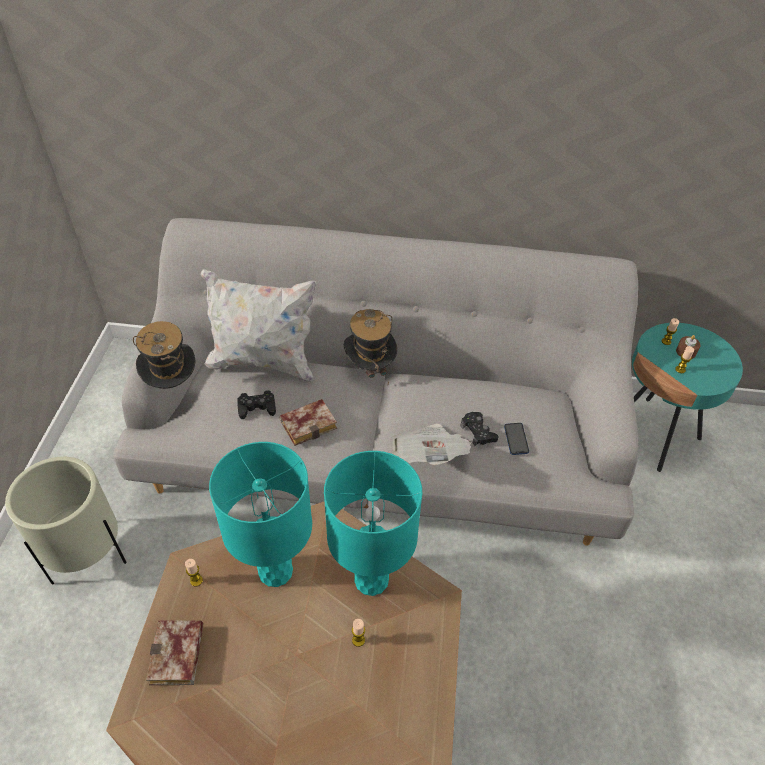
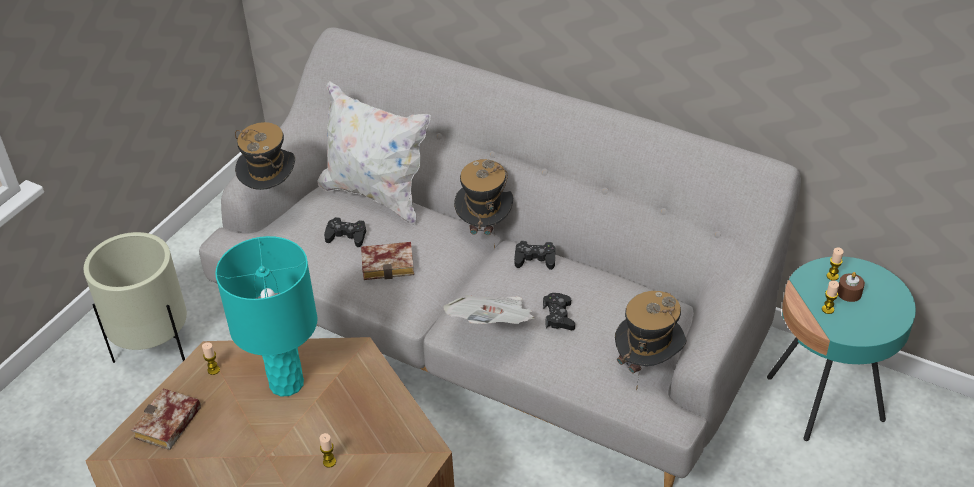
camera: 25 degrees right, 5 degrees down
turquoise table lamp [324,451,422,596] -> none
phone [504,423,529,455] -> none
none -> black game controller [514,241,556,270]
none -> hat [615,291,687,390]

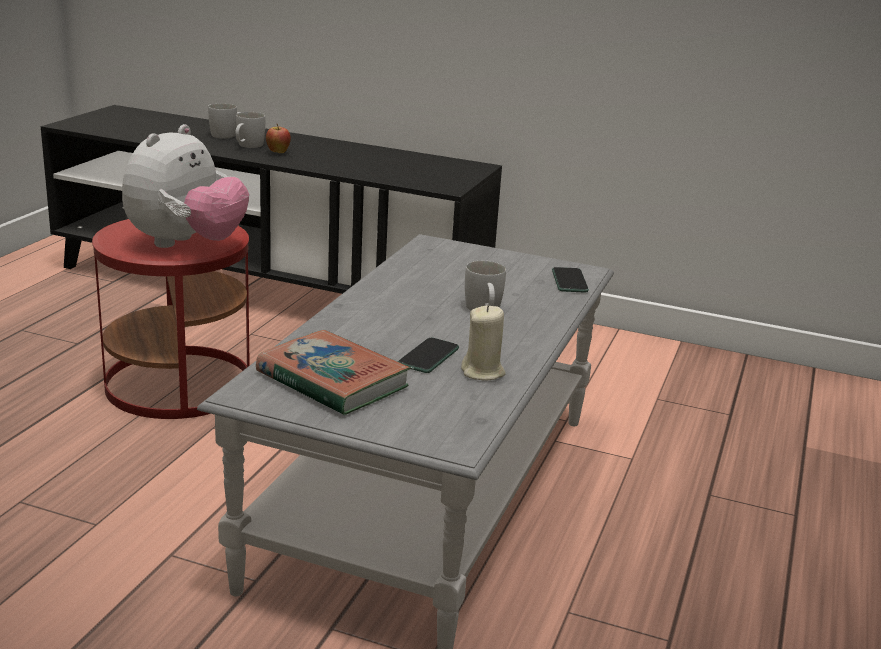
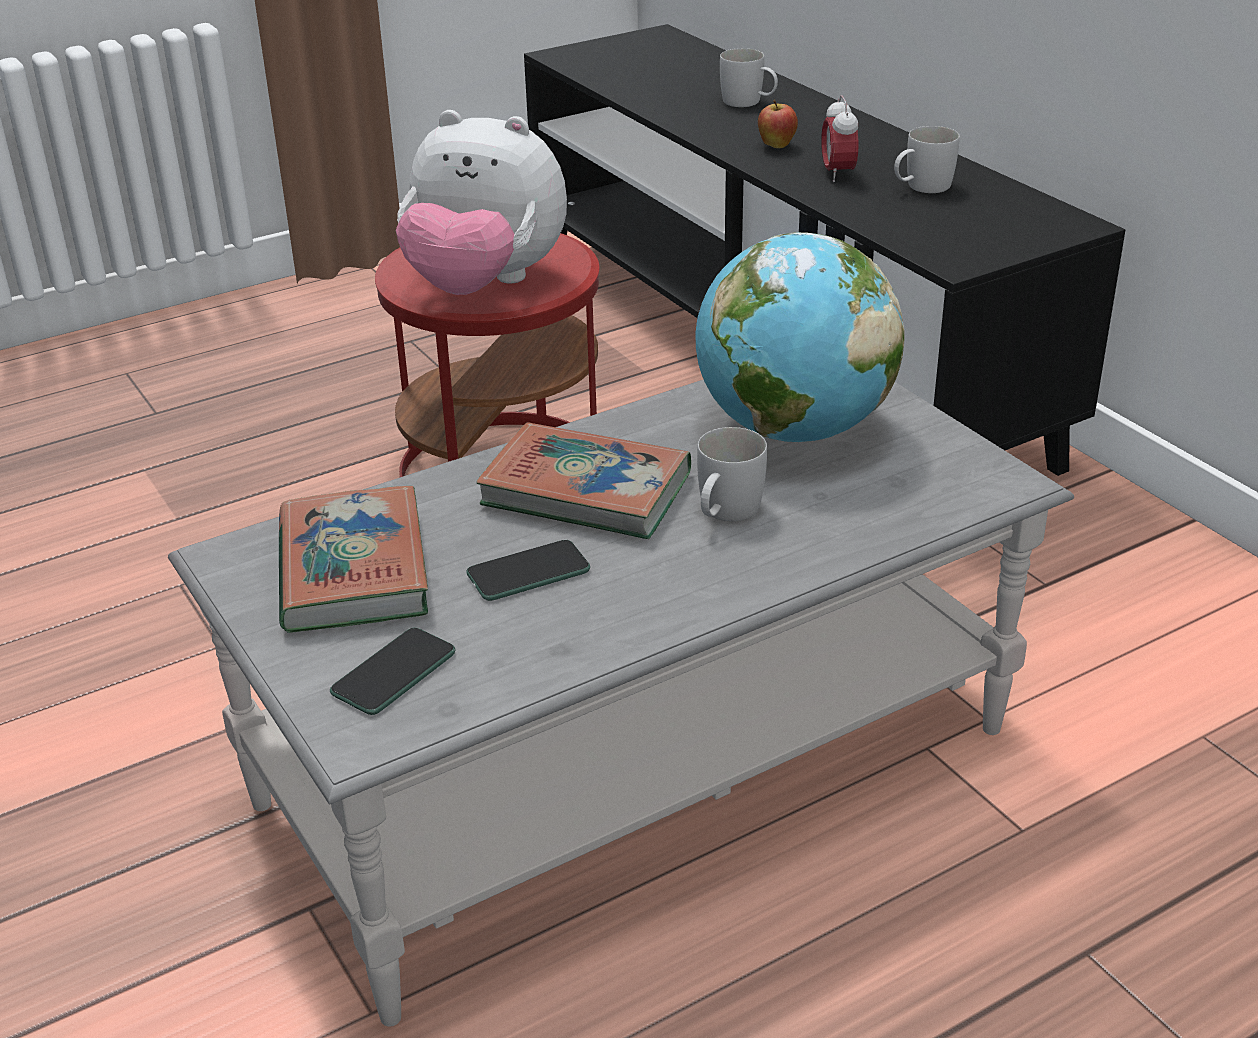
camera: 40 degrees right, 10 degrees up
plush toy [122,124,249,248] -> plush toy [396,110,567,295], 45 degrees clockwise
white mug [235,112,265,148] -> white mug [894,126,960,193], relocated
beige candle [461,305,506,381] -> none
phone [552,267,589,293] -> phone [330,628,456,715], relocated
none -> book [476,422,691,539]
none -> globe [695,232,905,442]
none -> alarm clock [821,95,859,182]

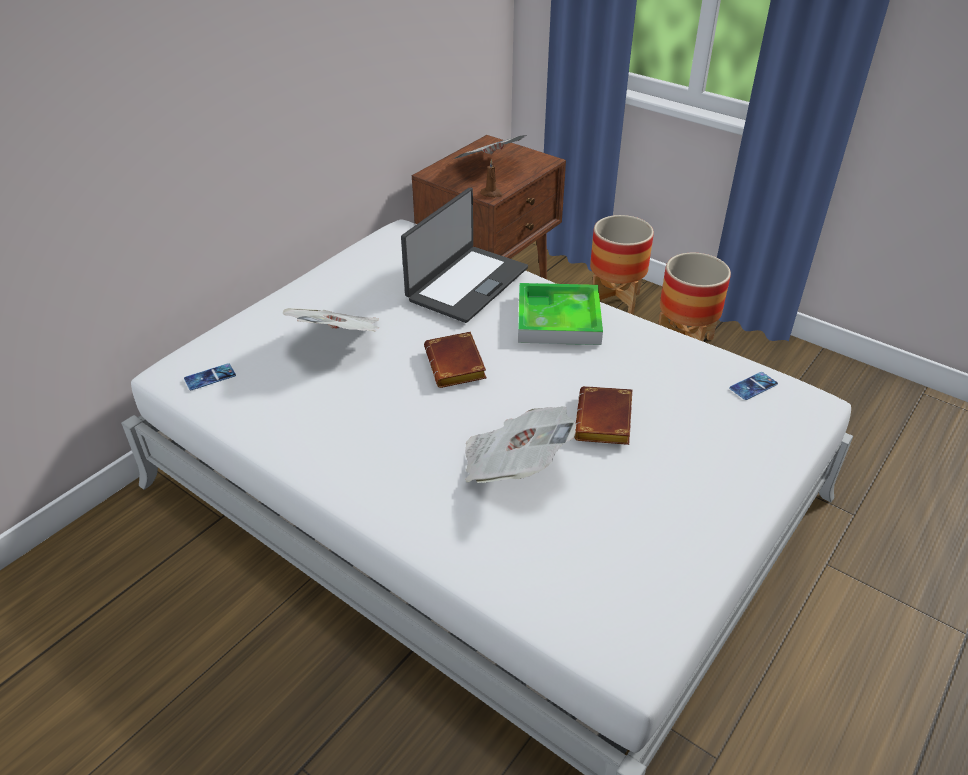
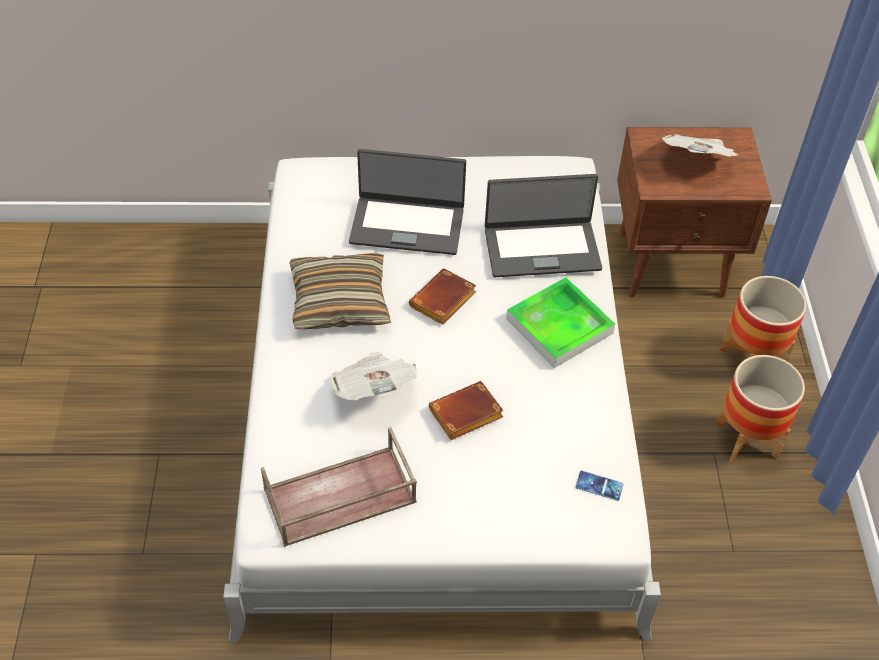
camera: 50 degrees right, 10 degrees up
phone [184,363,236,390] -> none
newspaper [283,308,380,332] -> laptop [349,149,466,255]
brown candle [481,159,503,198] -> none
none -> brown tray [261,427,417,547]
none -> pillow [289,253,391,329]

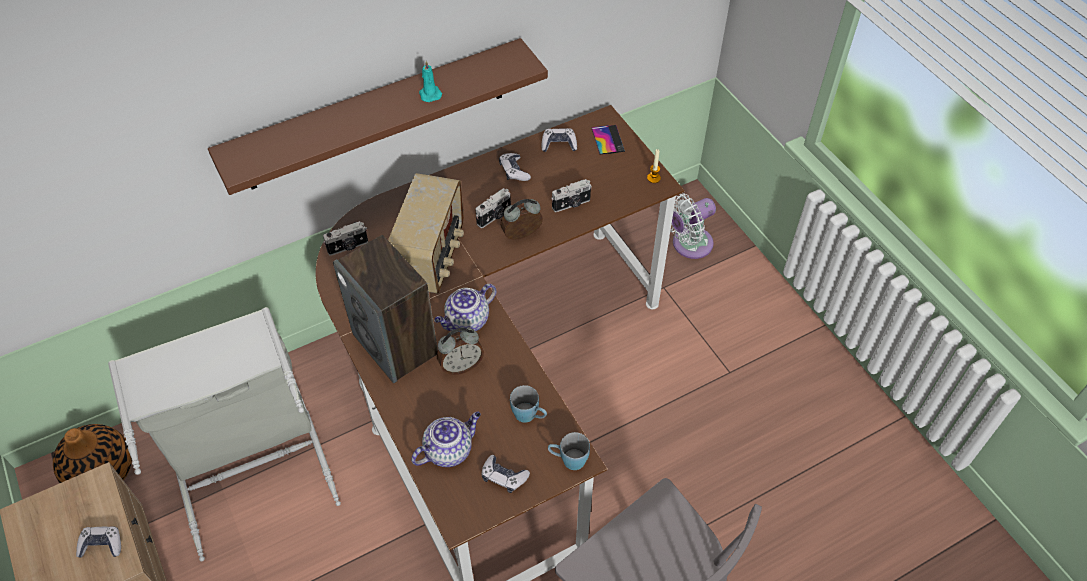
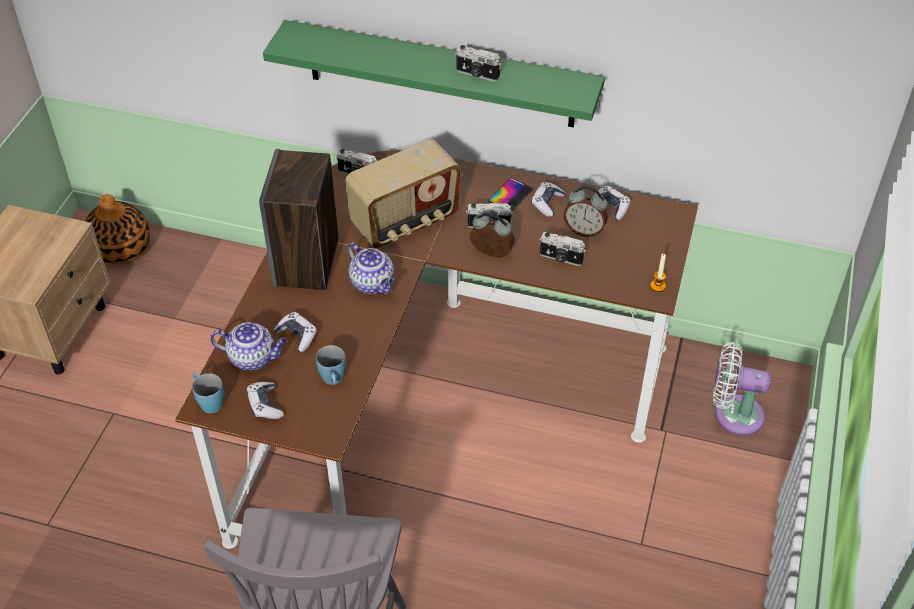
camera: 45 degrees right, 5 degrees down
game controller [76,526,121,558] -> game controller [274,312,317,352], relocated
grey laundry basket [108,307,341,561] -> none
brown shelf [208,38,548,195] -> green shelf [263,20,605,128]
turquoise candle [419,61,442,102] -> photo camera [456,45,501,82]
teapot [435,284,497,331] -> teapot [347,242,395,294], 135 degrees counterclockwise
alarm clock [437,328,484,375] -> alarm clock [564,186,608,237], relocated
blue mug [548,432,590,470] -> blue mug [192,372,224,413], relocated
phone [592,125,625,154] -> phone [488,177,534,212], relocated

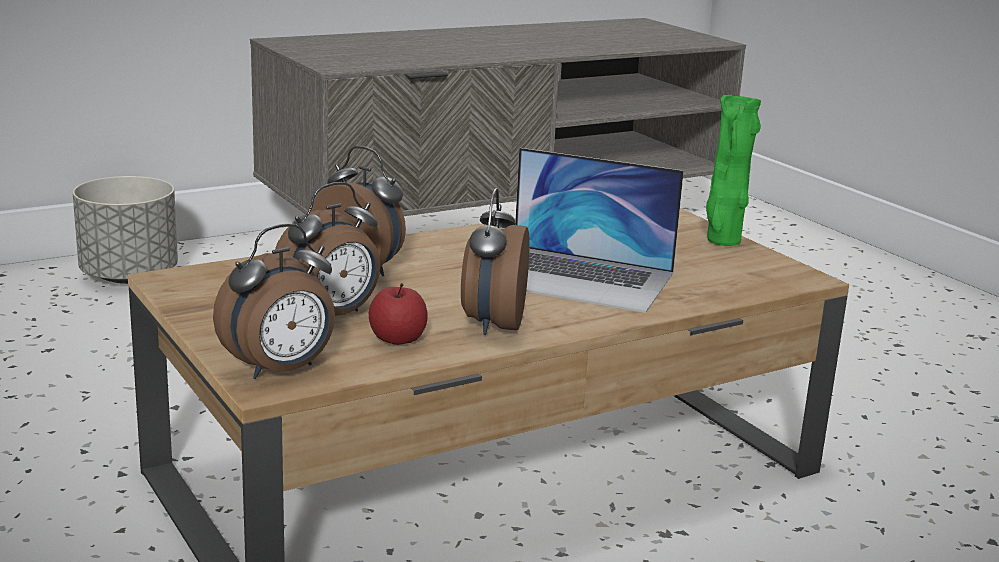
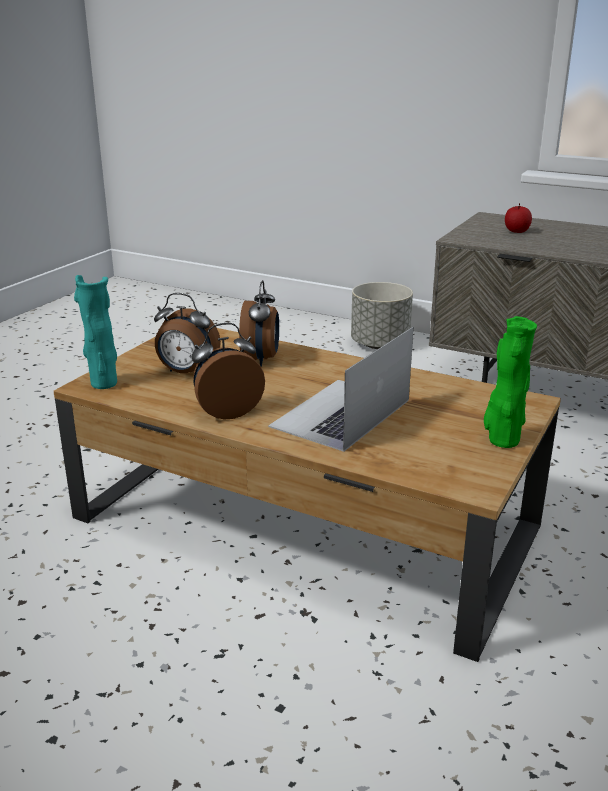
camera: 60 degrees right, 5 degrees up
alarm clock [213,224,335,379] -> turquoise vase [74,275,117,389]
apple [369,283,427,345] -> apple [505,203,532,233], relocated
laptop [515,148,684,313] -> laptop [268,327,413,452], 45 degrees clockwise

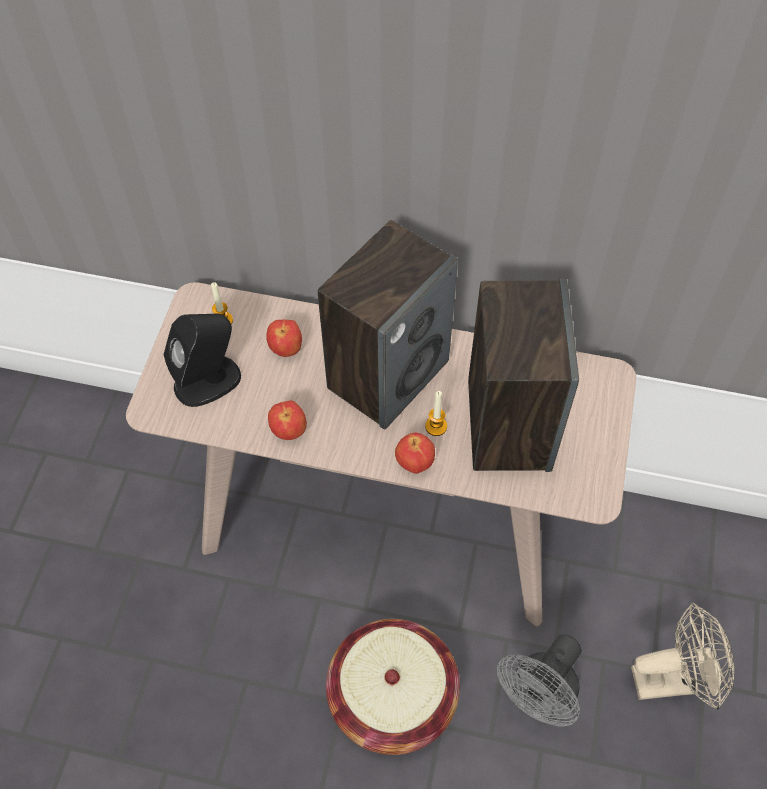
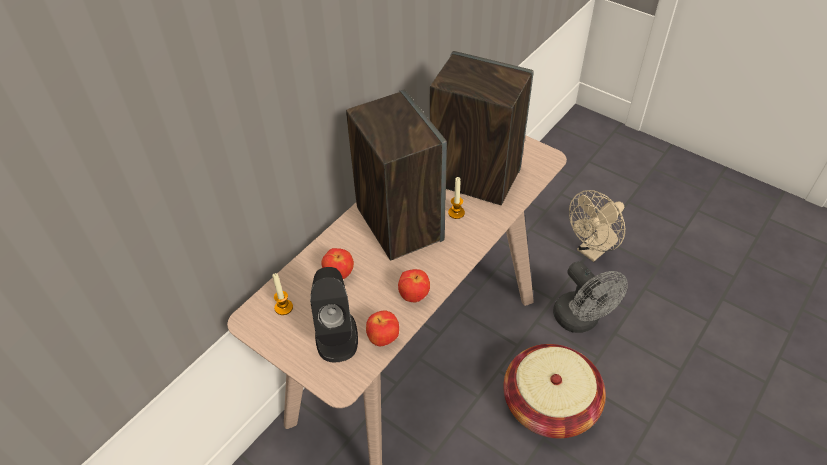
camera: 65 degrees left, 10 degrees down
apple [395,433,435,474] -> apple [366,310,399,346], relocated
beige fan [631,603,734,710] -> beige fan [569,190,625,262], 150 degrees counterclockwise

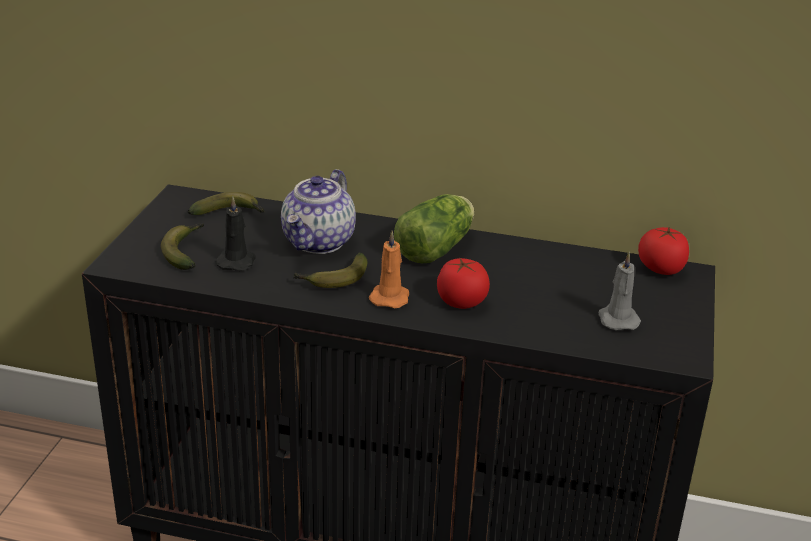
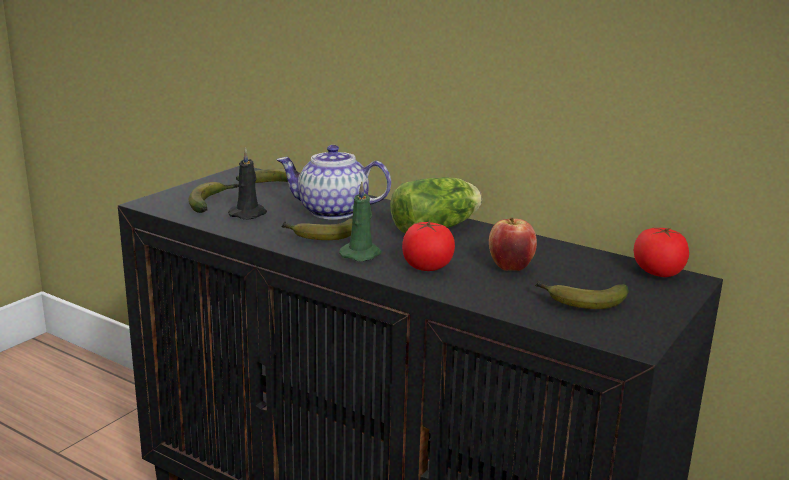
camera: 20 degrees right, 10 degrees down
teapot [281,169,356,254] -> teapot [276,145,391,220], 60 degrees clockwise
orange candle [369,231,409,308] -> green candle [339,182,382,261]
grey candle [599,252,641,330] -> banana [535,280,629,309]
none -> apple [489,217,537,271]

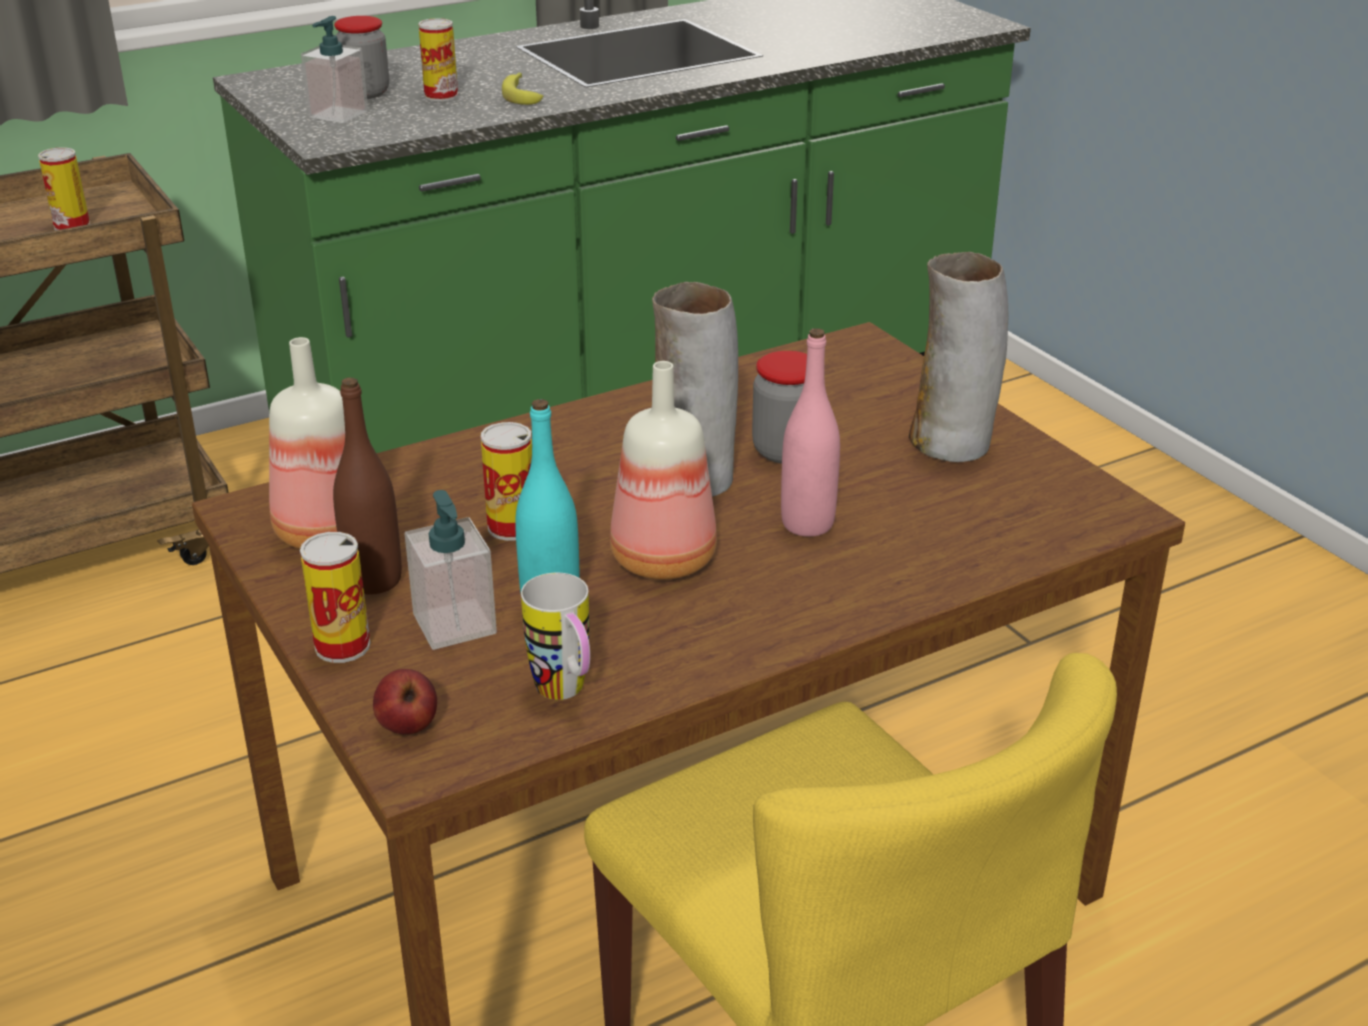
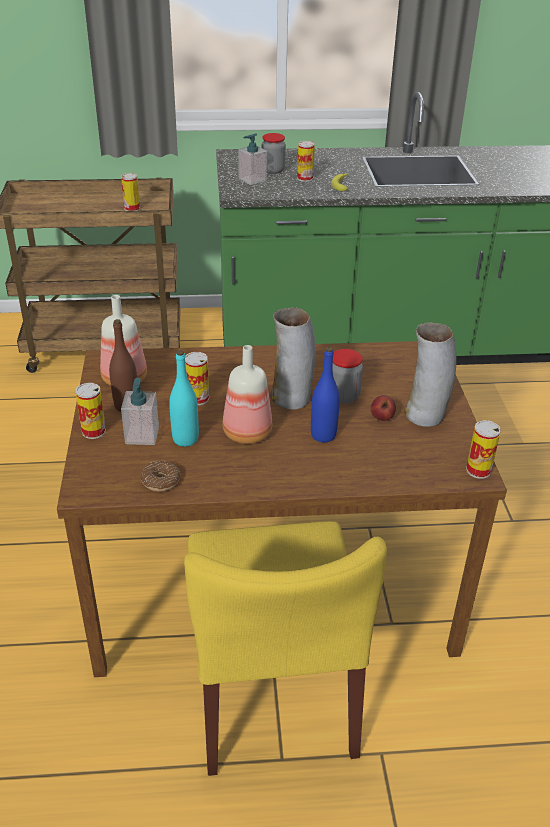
camera: 25 degrees right, 5 degrees up
apple [373,669,437,734] -> apple [371,395,396,421], relocated
mug [521,573,590,700] -> donut [141,461,180,491]
pink bottle [781,328,840,537] -> blue bottle [311,347,340,442]
none -> can [466,420,501,479]

